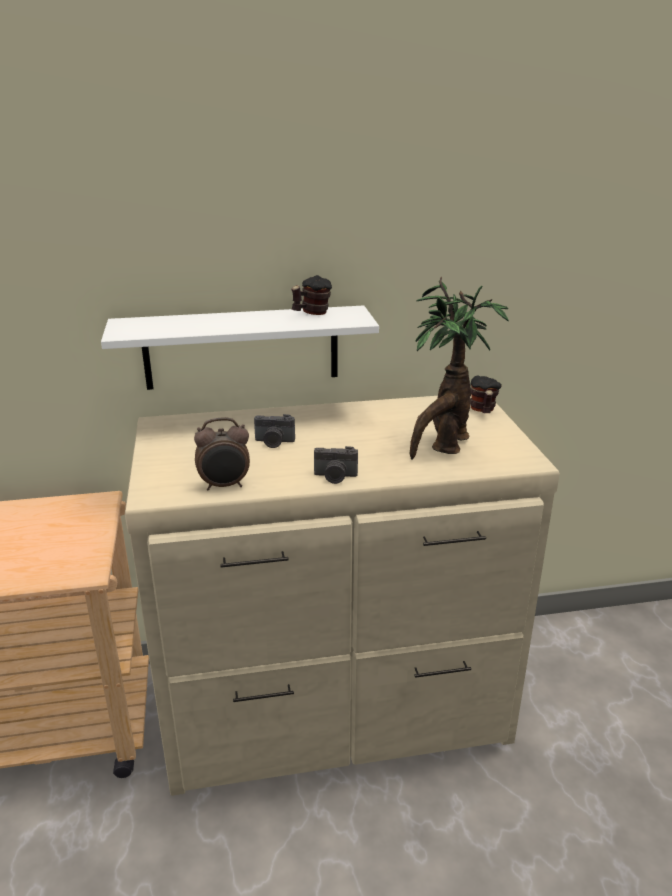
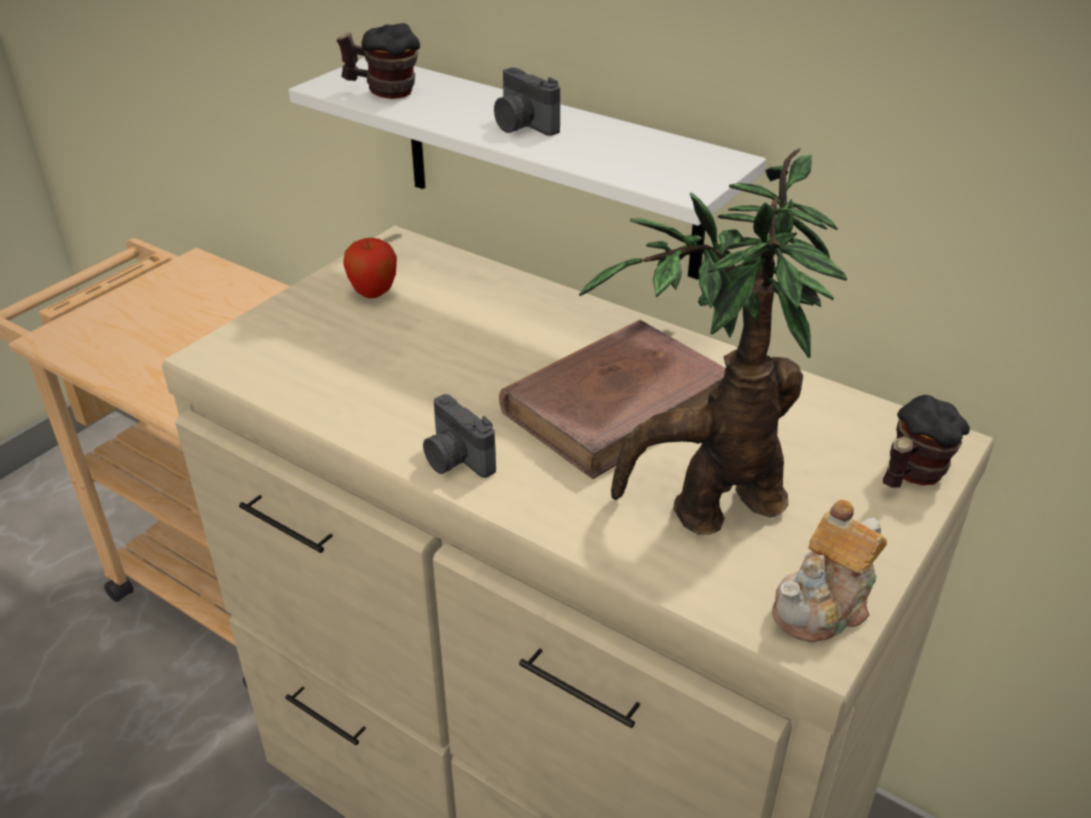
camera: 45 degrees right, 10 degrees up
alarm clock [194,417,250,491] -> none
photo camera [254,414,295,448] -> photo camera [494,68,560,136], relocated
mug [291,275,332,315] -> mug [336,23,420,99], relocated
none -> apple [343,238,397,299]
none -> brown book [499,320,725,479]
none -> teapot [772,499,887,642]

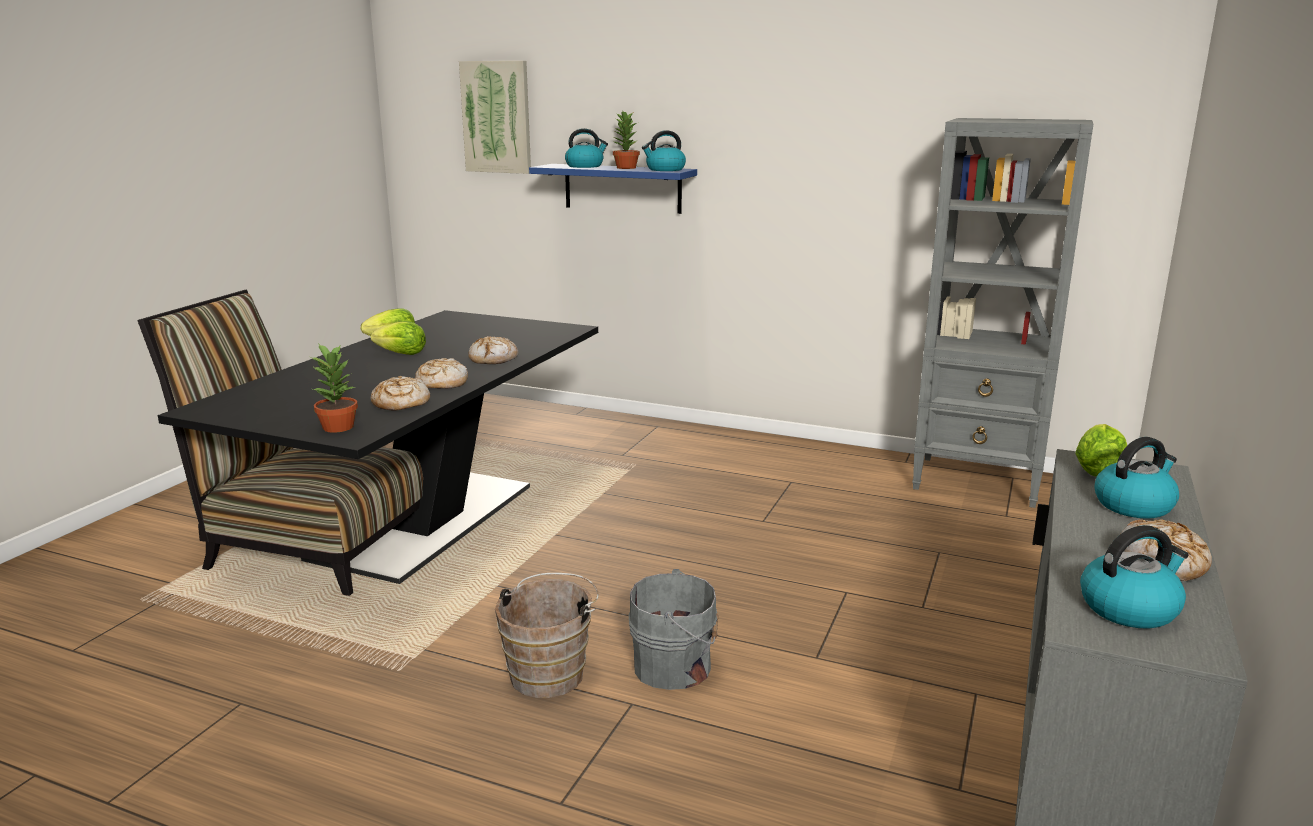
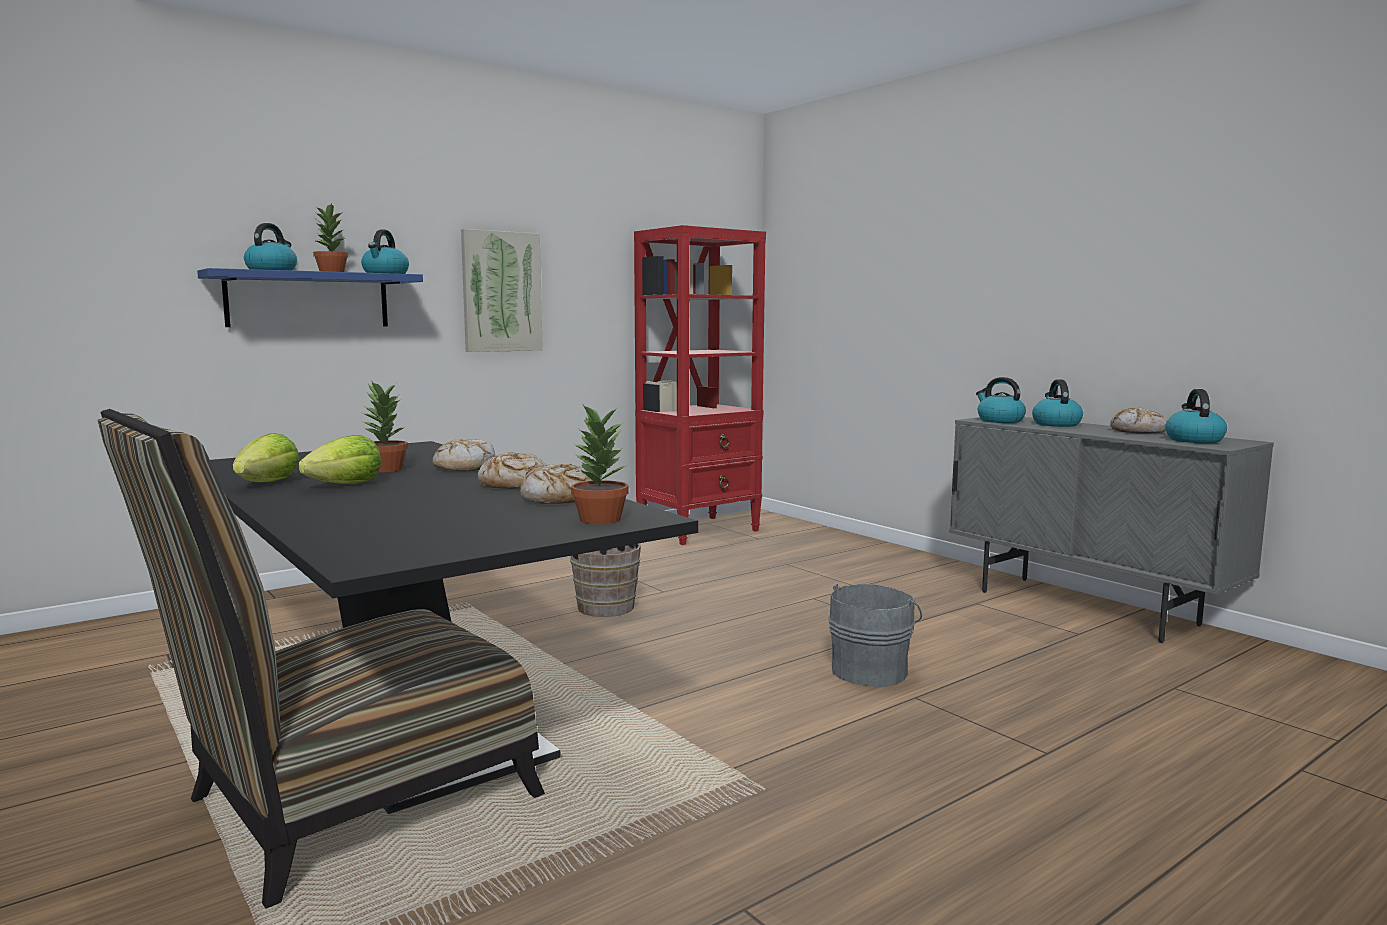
camera: 60 degrees left, 10 degrees down
picture [459,61,531,174] -> picture [461,229,543,352], relocated
brown bucket [495,573,599,698] -> brown bucket [570,543,641,617], relocated
grey bookcase [912,118,1093,508] -> red bookcase [634,225,766,545]
lettuce [1076,424,1127,477] -> kettle [976,377,1026,423]
none -> potted plant [361,382,408,472]

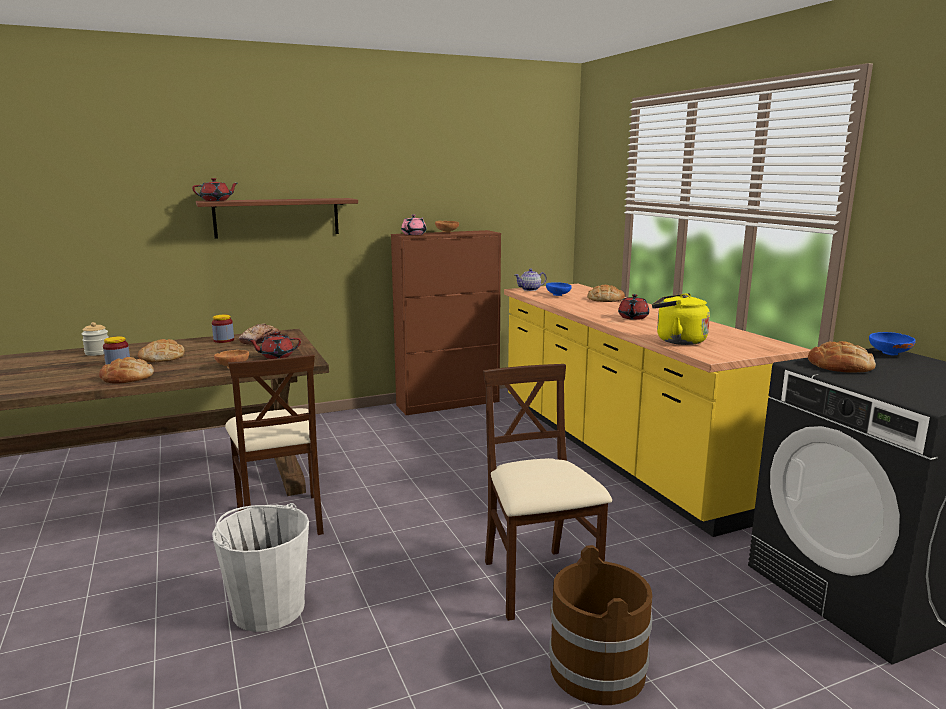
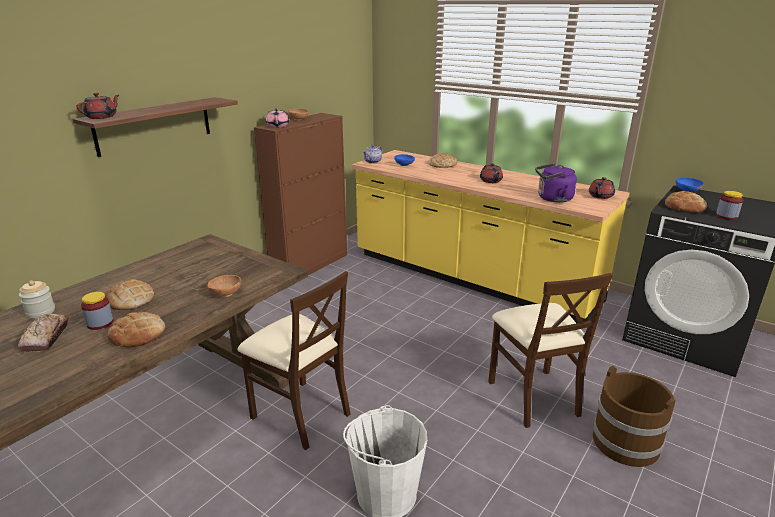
camera: 30 degrees left, 10 degrees up
jar [212,315,234,343] -> jar [716,191,743,220], relocated
bread [239,323,280,345] -> bread [18,313,68,352], relocated
red teapot [249,332,301,359] -> red teapot [589,177,615,199], relocated
beige chair [483,364,612,621] -> beige chair [488,273,613,428], 150 degrees counterclockwise
yellow kettle [652,293,710,345] -> purple kettle [535,163,577,203]

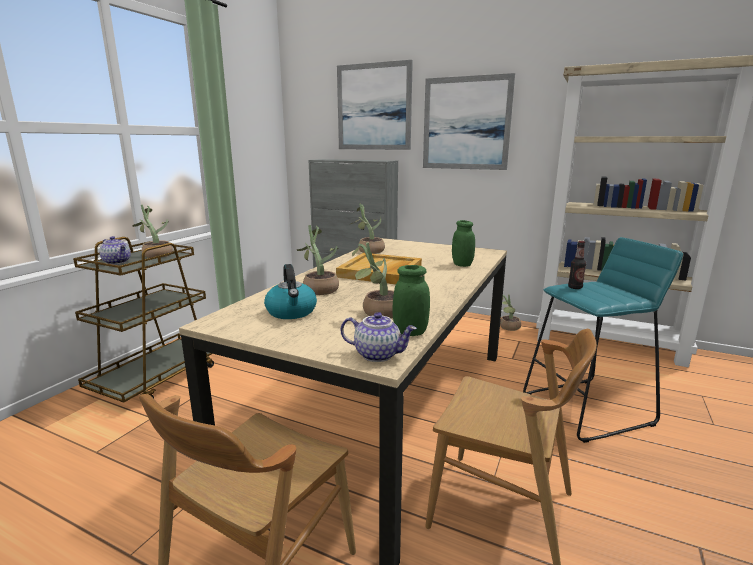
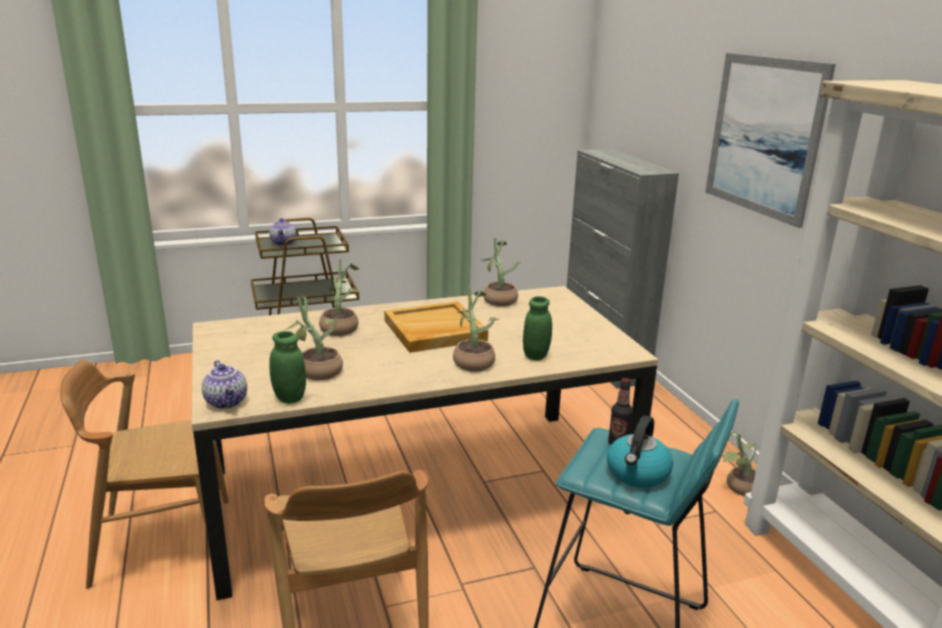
camera: 45 degrees right, 5 degrees up
potted plant [132,205,173,258] -> potted plant [453,287,499,372], relocated
kettle [264,264,317,319] -> kettle [607,415,673,488], relocated
picture [337,60,413,150] -> none

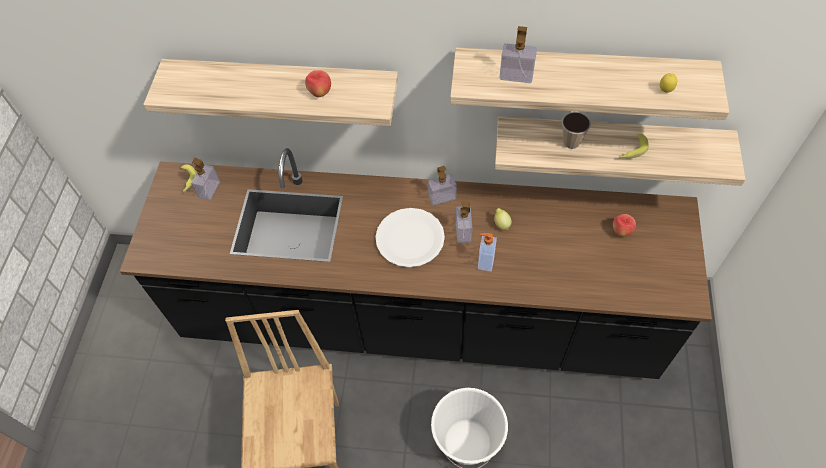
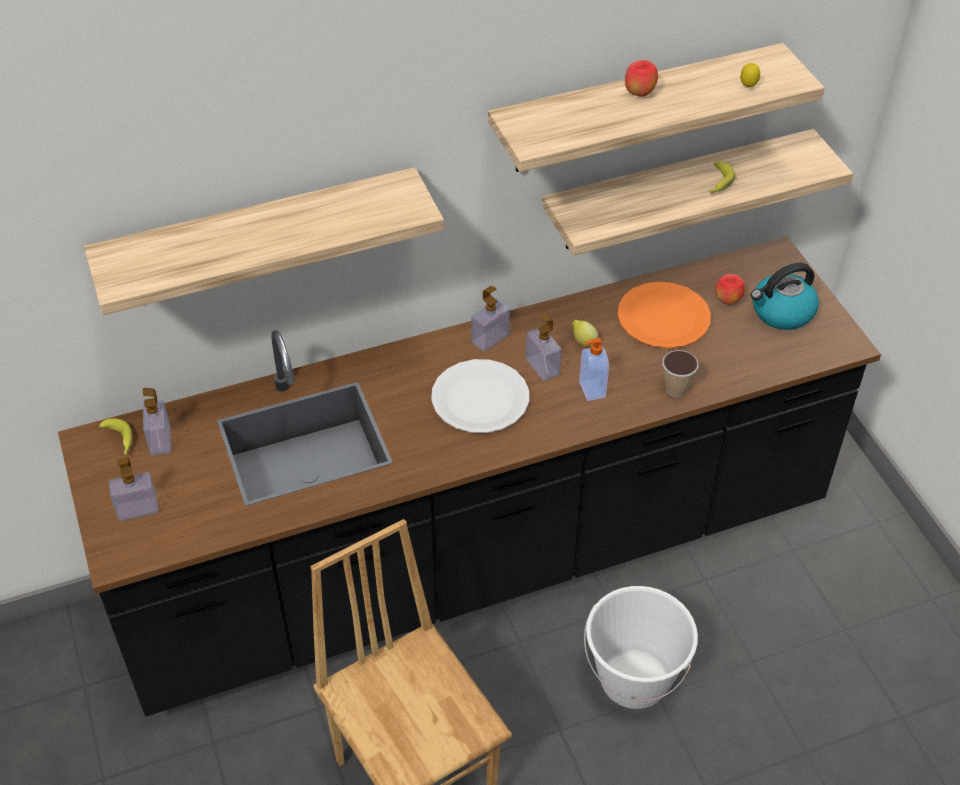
camera: 30 degrees left, 10 degrees down
apple [305,70,331,97] -> apple [625,60,658,97], relocated
soap dispenser [500,26,537,83] -> soap dispenser [109,457,159,521], relocated
cup [562,112,591,149] -> cup [662,350,699,397], relocated
none -> orange plate [618,282,711,348]
none -> kettle [751,263,819,330]

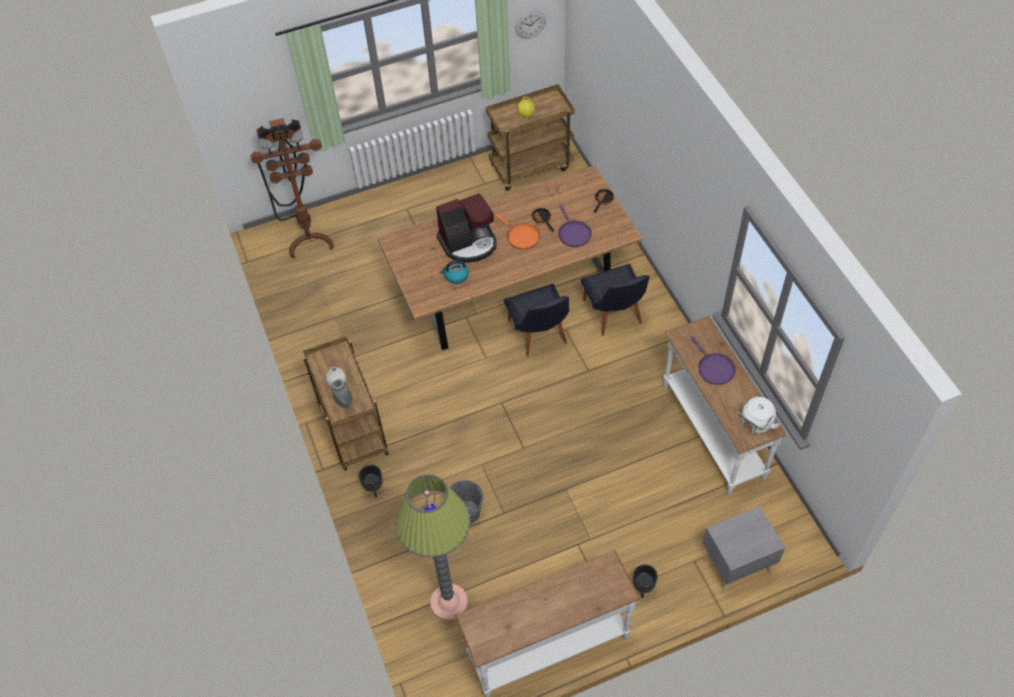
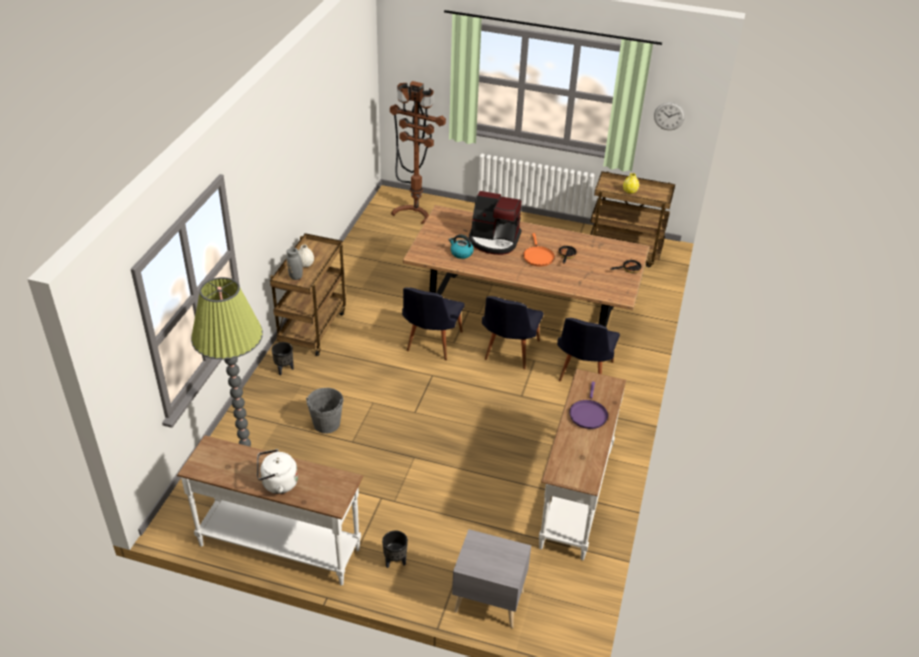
camera: 35 degrees right, 15 degrees down
purple frying pan [558,204,592,247] -> none
white kettle [738,397,780,434] -> white kettle [257,449,298,494], relocated
none -> black chair [402,287,465,360]

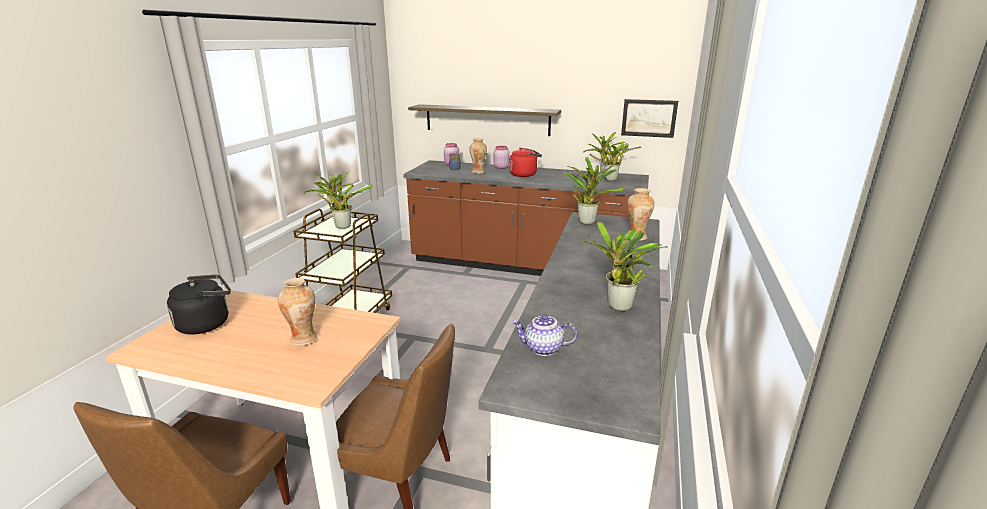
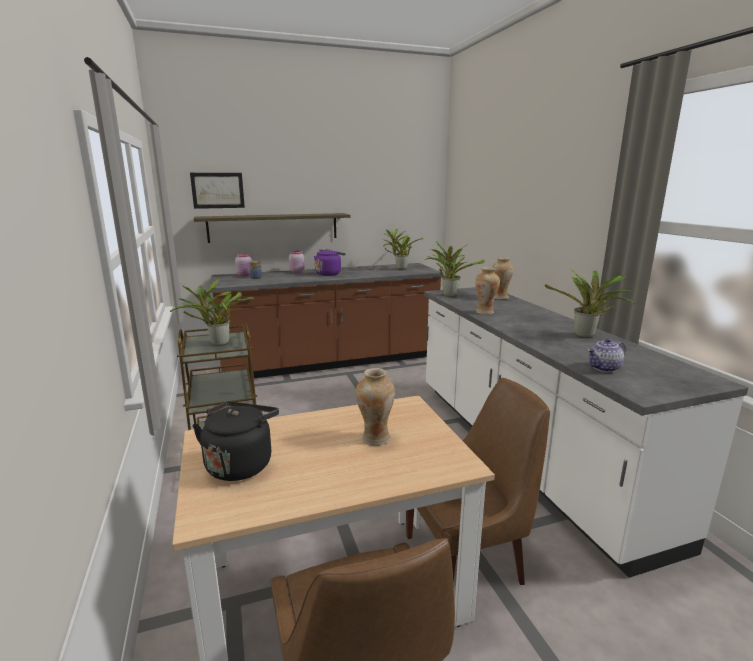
camera: 35 degrees left, 5 degrees down
vase [469,138,487,174] -> vase [475,267,500,314], relocated
red kettle [509,148,542,177] -> purple kettle [314,249,346,276]
picture [621,99,678,138] -> picture [190,173,245,209], relocated

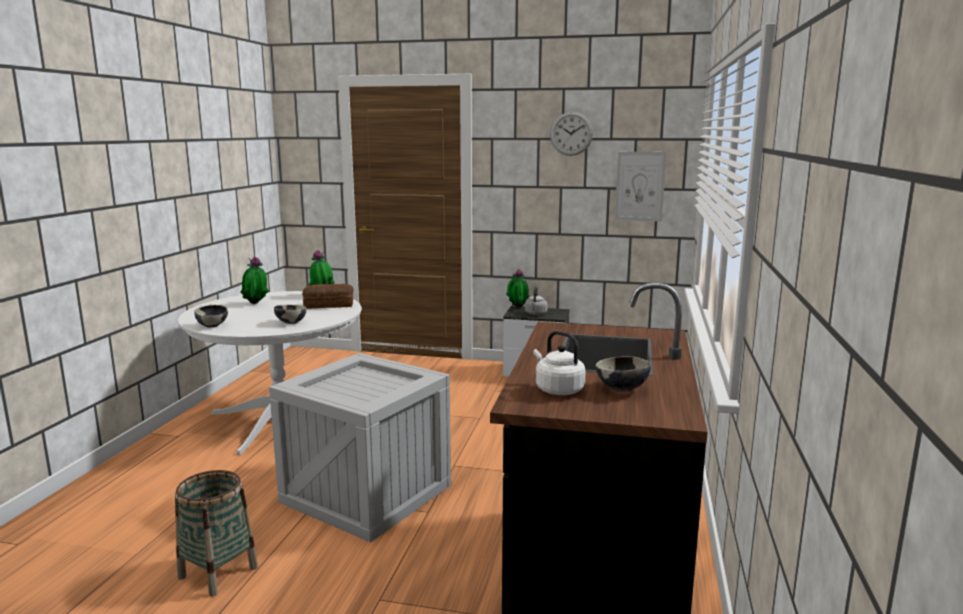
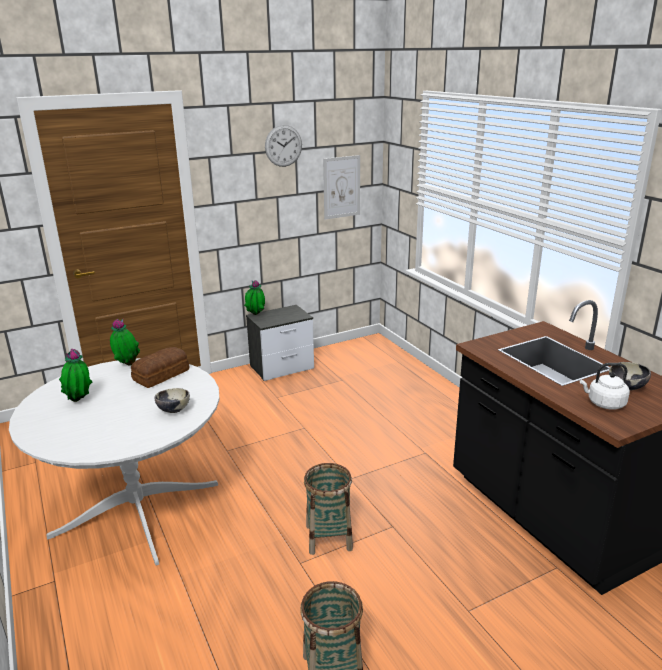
camera: 40 degrees left, 10 degrees up
bowl [194,305,228,328] -> none
crate [269,353,451,543] -> basket [304,463,353,555]
grey kettle [525,286,548,315] -> none

